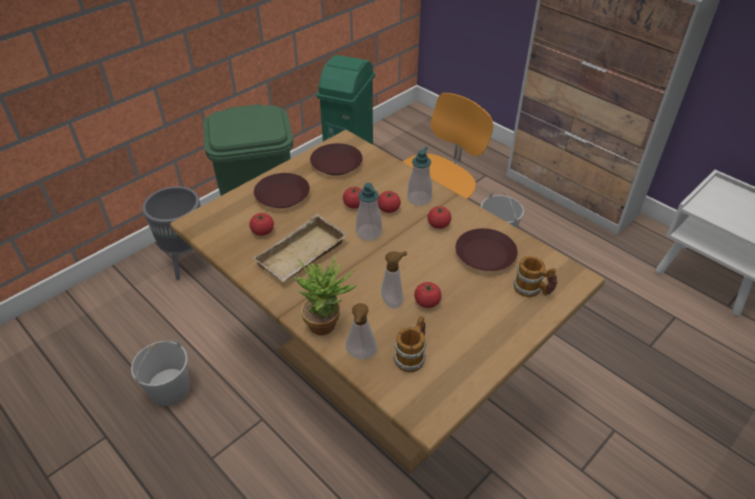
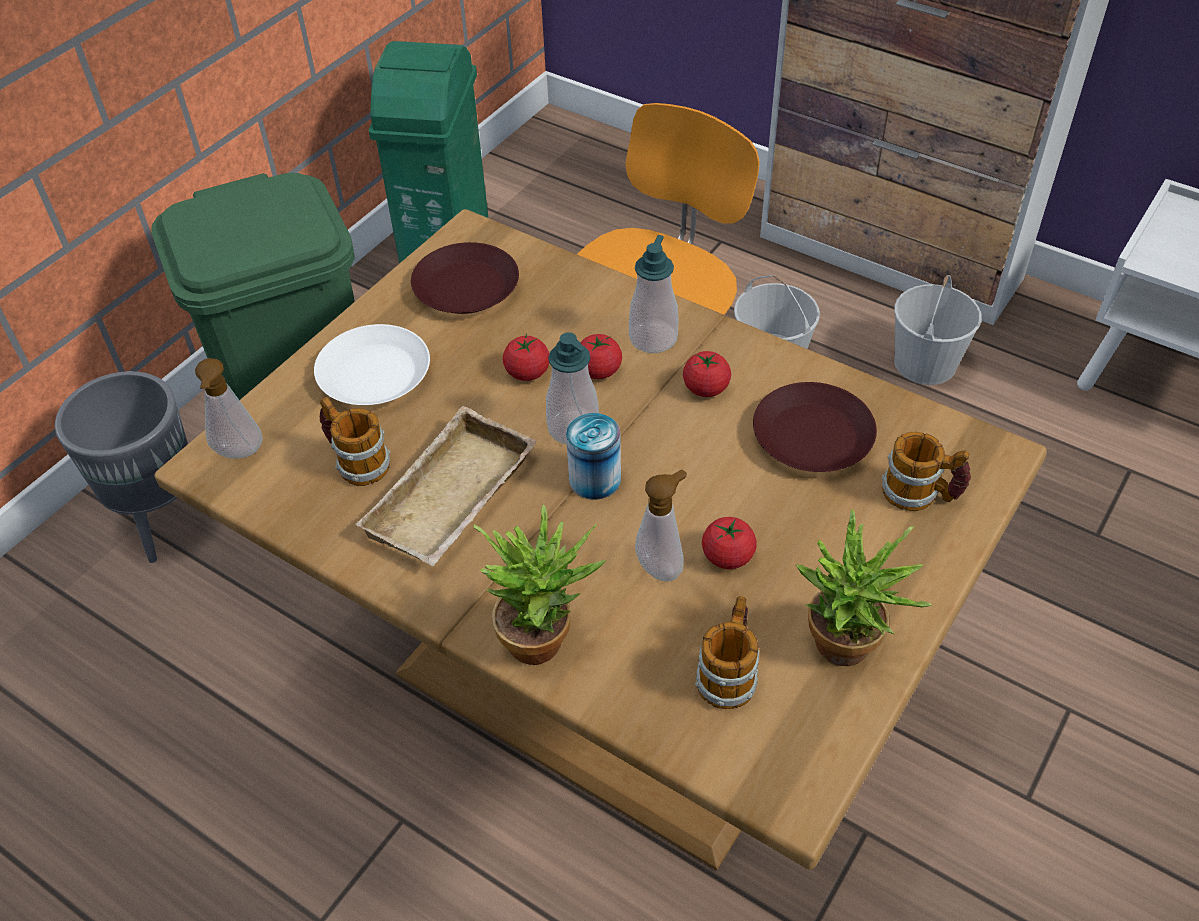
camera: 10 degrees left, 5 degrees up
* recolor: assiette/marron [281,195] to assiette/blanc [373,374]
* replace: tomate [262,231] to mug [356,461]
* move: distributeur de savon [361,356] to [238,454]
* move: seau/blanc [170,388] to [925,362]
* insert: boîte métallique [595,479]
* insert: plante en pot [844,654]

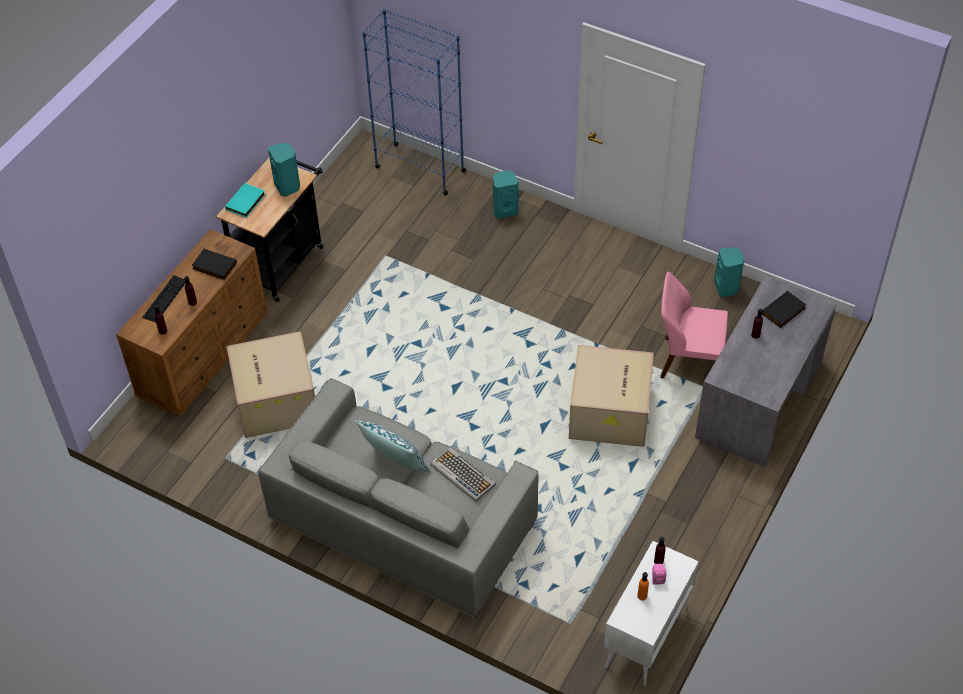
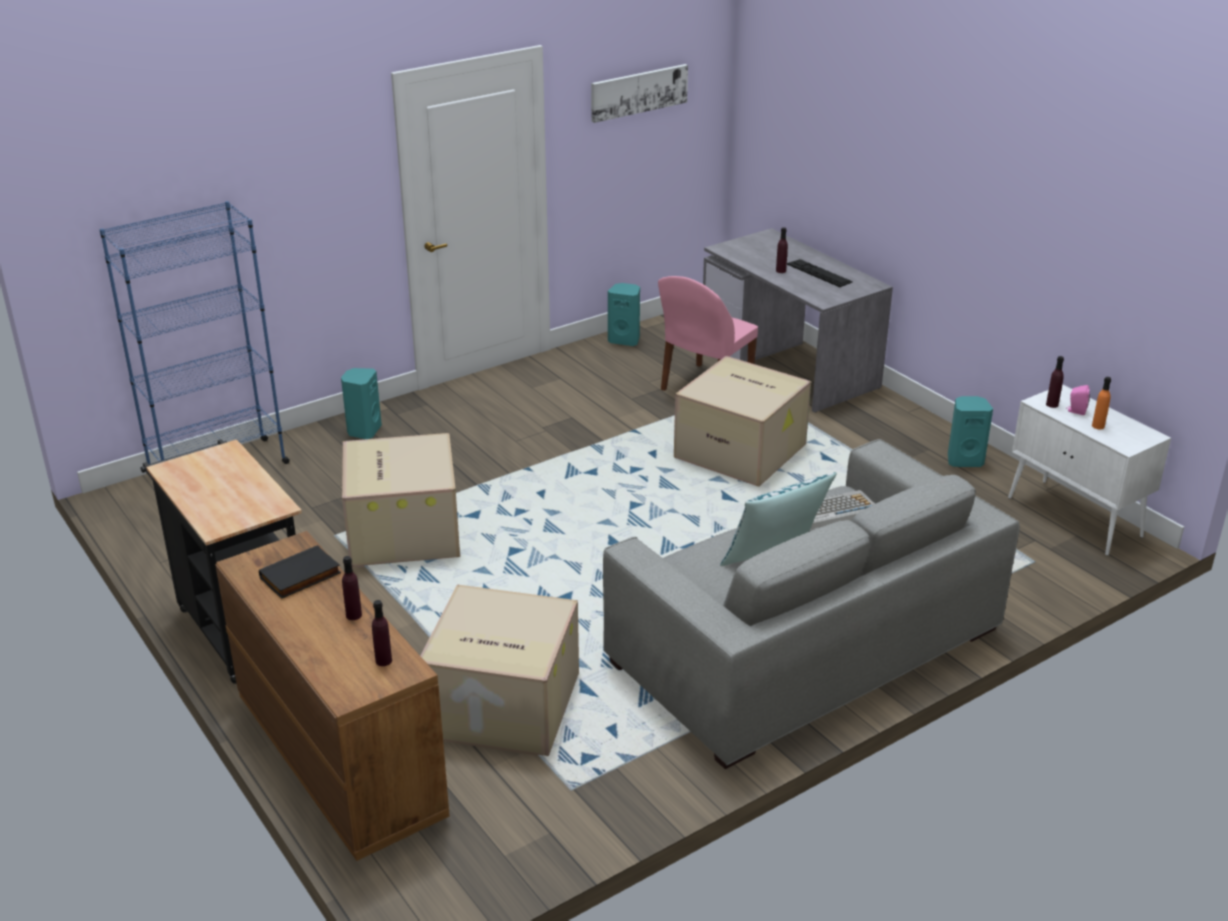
camera: 65 degrees left, 20 degrees down
* move: enceinte/turquoise [288,186] to [964,460]
* delete: livre/turquoise [246,202]
* move: clavier [165,299] to [819,273]
* delete: livre/noir [784,311]
* insert: tableau [638,92]
* insert: carton [402,531]

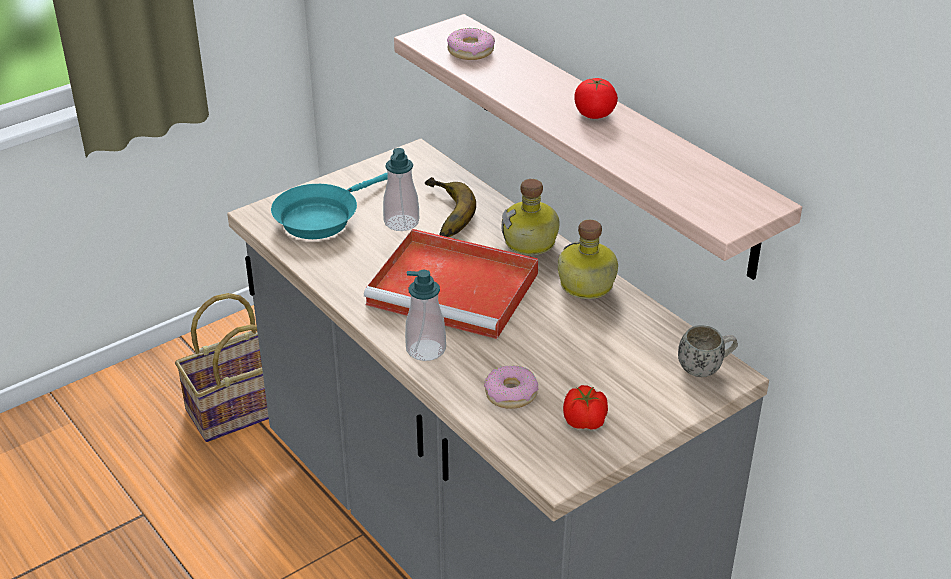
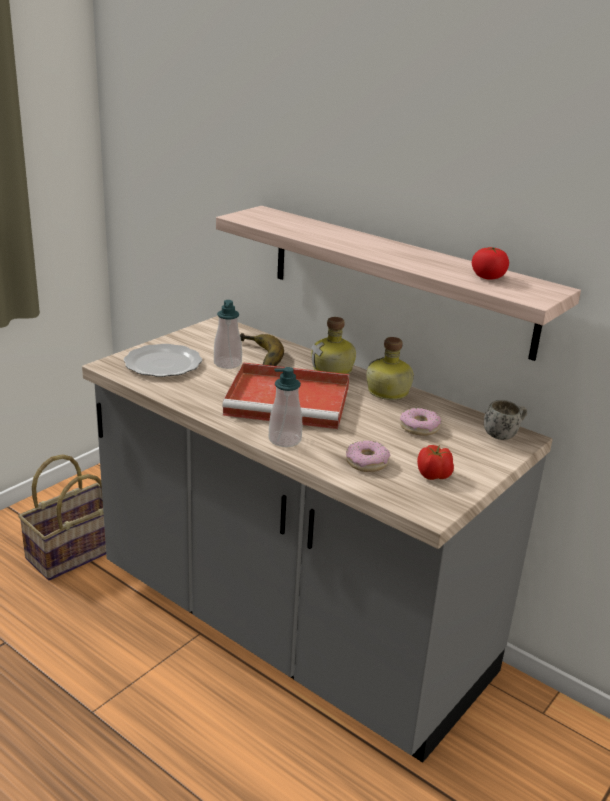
camera: 15 degrees left, 10 degrees down
* move: beignet [470,51] to [419,427]
* move: tomate [594,114] to [488,277]
* replace: poêle/turquoise [321,217] to assiette [162,364]

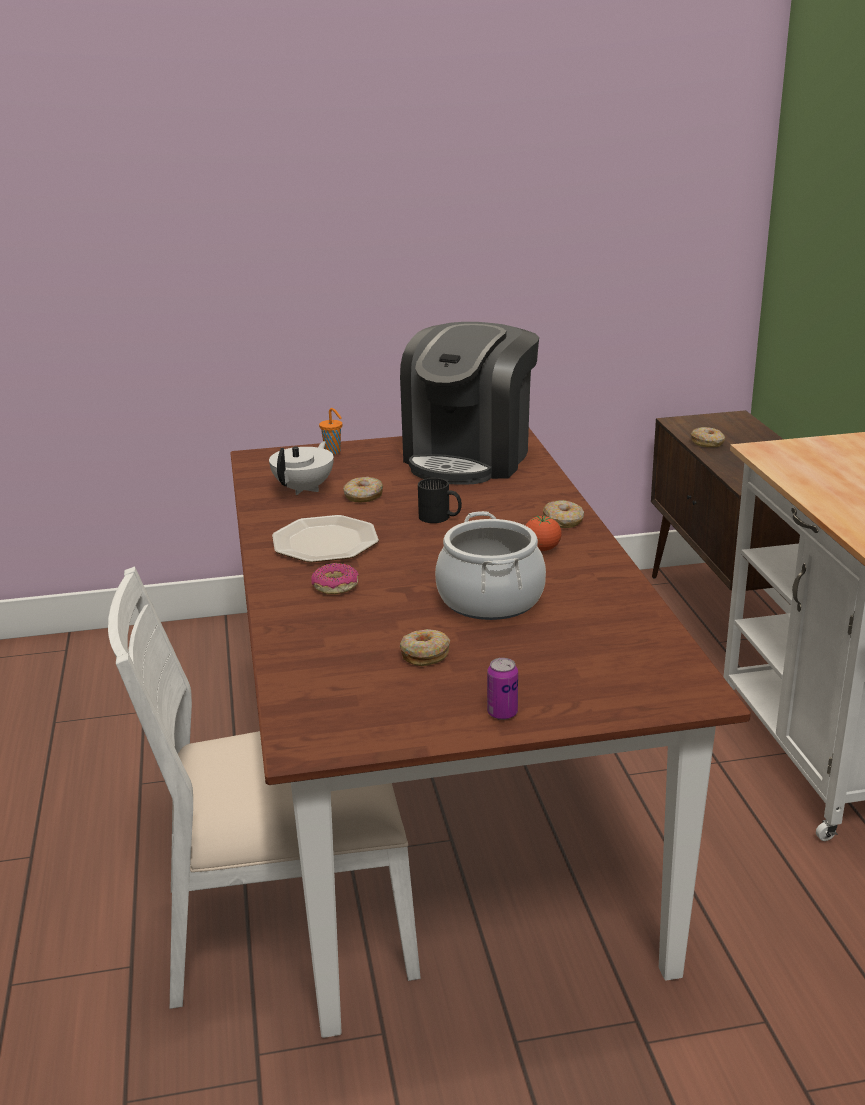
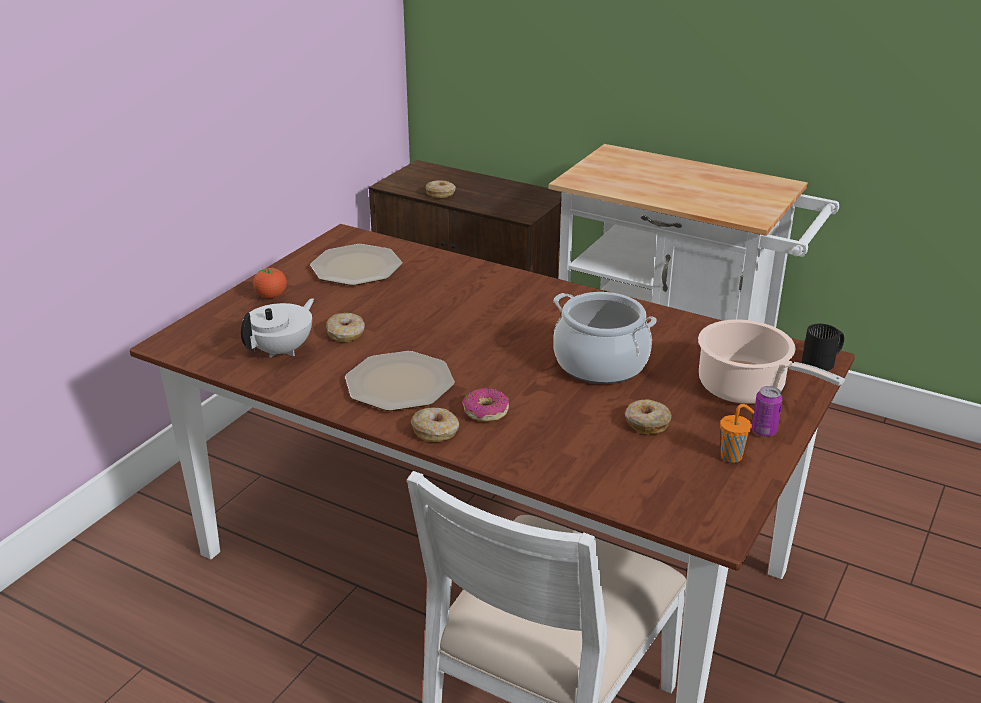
camera: 50 degrees left, 5 degrees up
* replace: machine à café [469,458] to assiette [357,267]
* move: tasse/orange [333,452] to [732,456]
* rotate: théière/blanc [304,489] = [282,350] 60 degrees clockwise
* move: mug/noir [439,518] to [823,362]
* move: beignet [563,521] to [436,431]
* move: tomate [542,549] to [271,296]
* insert: marmite [746,388]

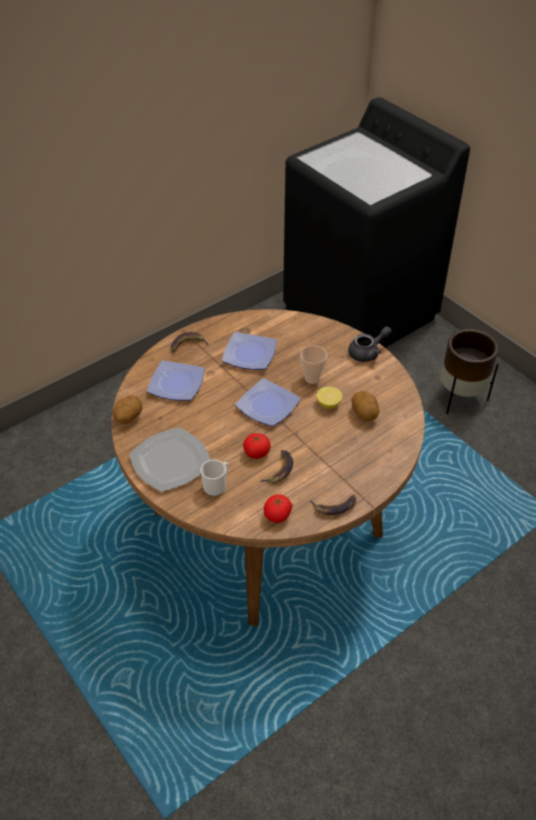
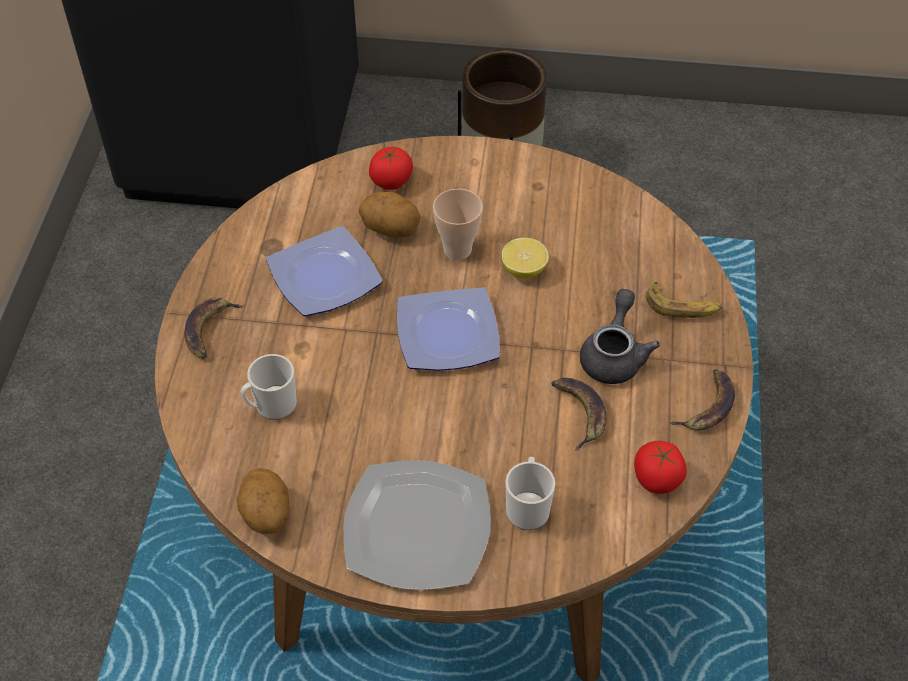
camera: 45 degrees left, 5 degrees up
* move: théière/gris [368,352] to [614,355]
* replace: assiette [175,384] to mug [271,406]
* move: pomme de terre [364,414] to [391,229]
* move: tomate [257,453] to [391,181]
* insert: banane [682,307]

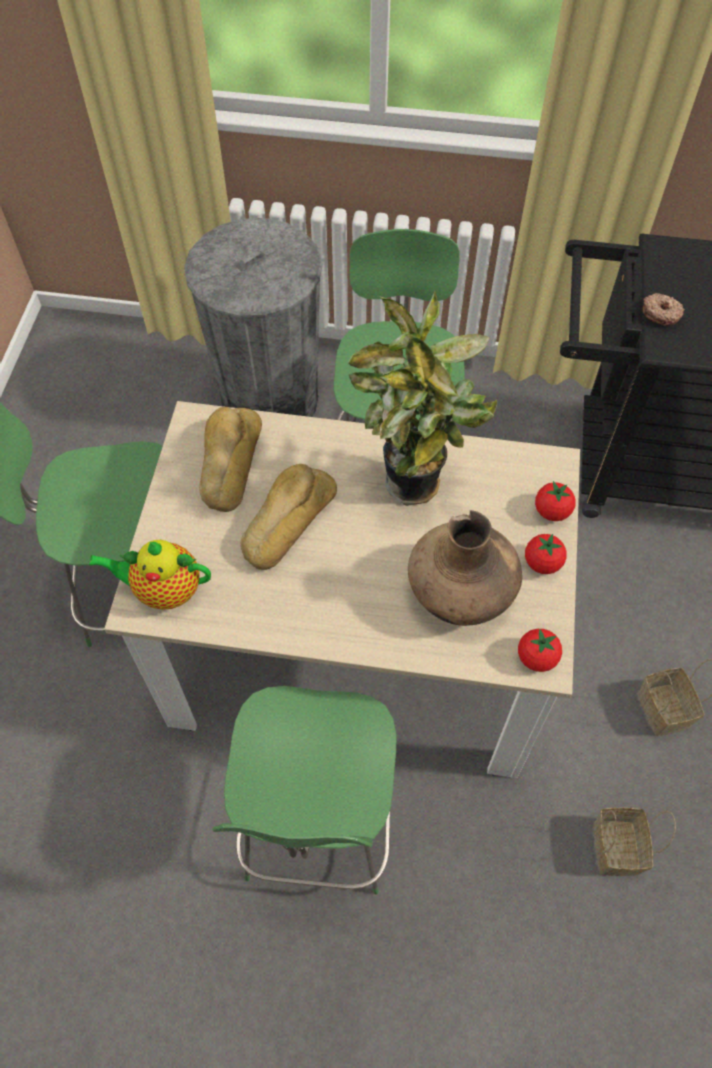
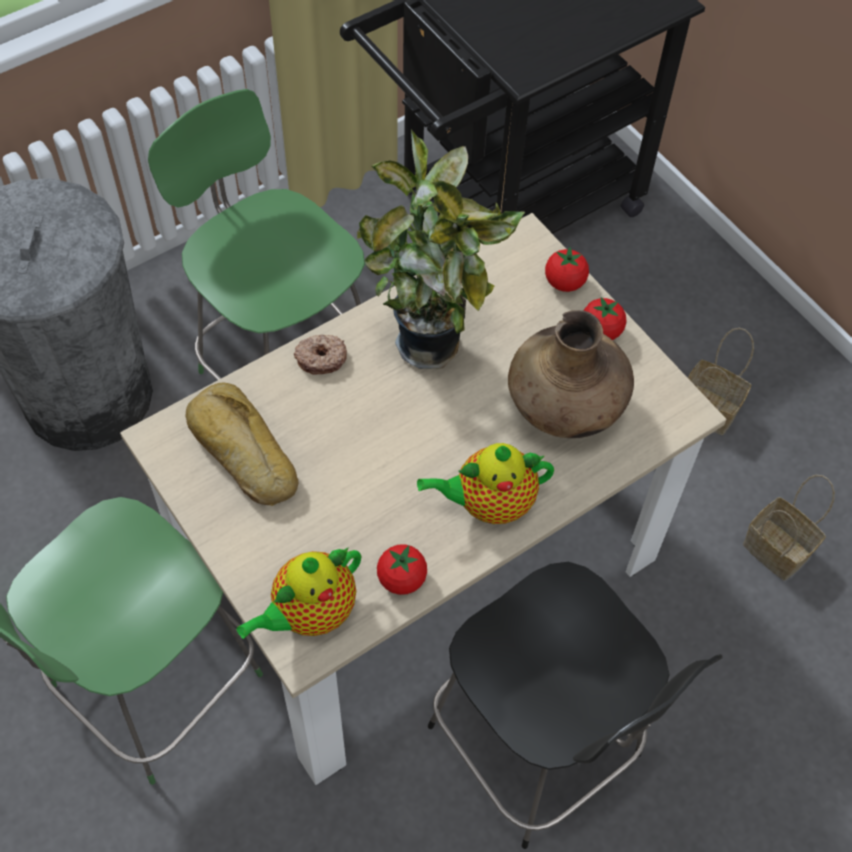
camera: 45 degrees left, 0 degrees up
* move: beignet [661,313] to [321,358]
* delete: pain [286,521]
* move: tomate [536,658] to [401,579]
* recolor: chaise/vert [317,827] to chaise/noir [539,747]
* insert: théière [489,503]

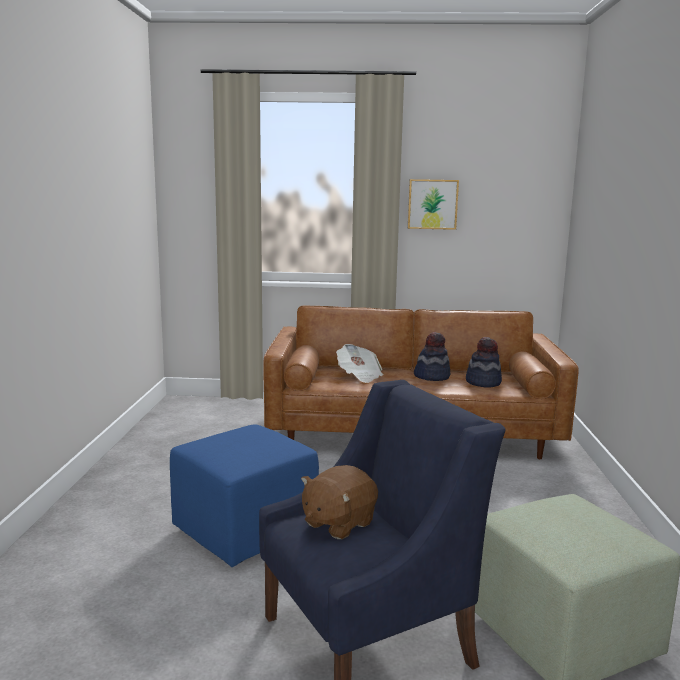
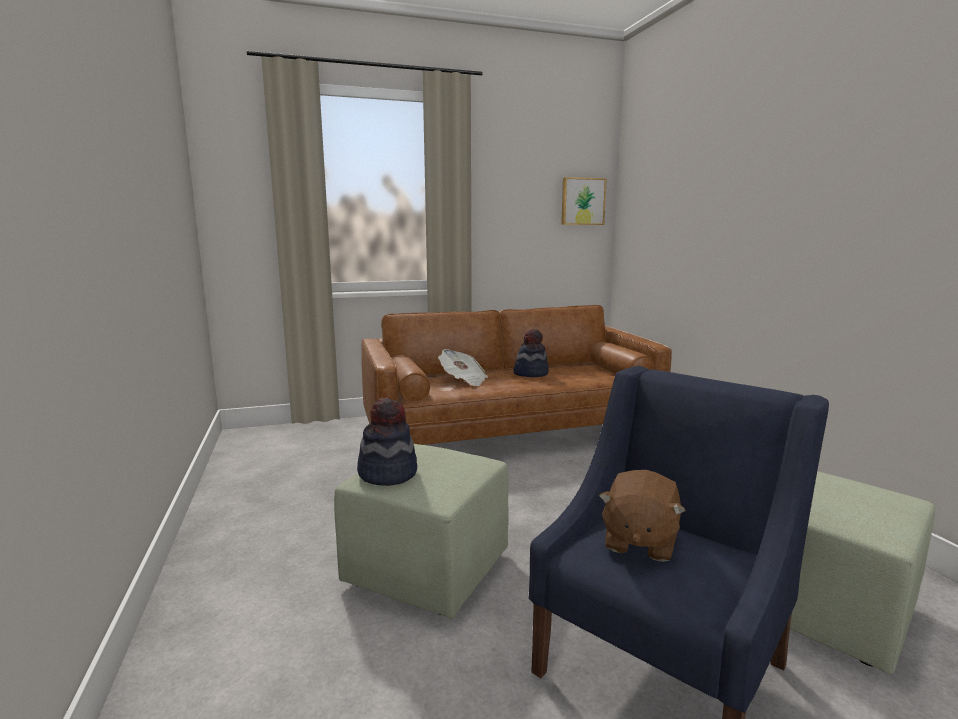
camera: 20 degrees left, 0 degrees up
* move: tableau [432,204] to [582,201]
* move: chapeau [483,382] to [387,473]
* recolor: pouf/bleu [246,531] to pouf/vert [427,568]

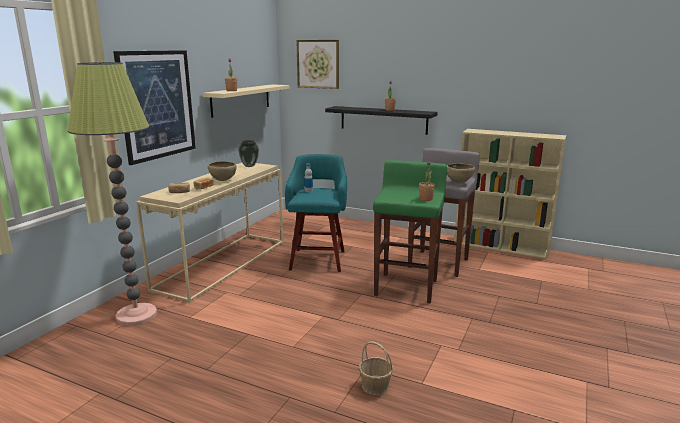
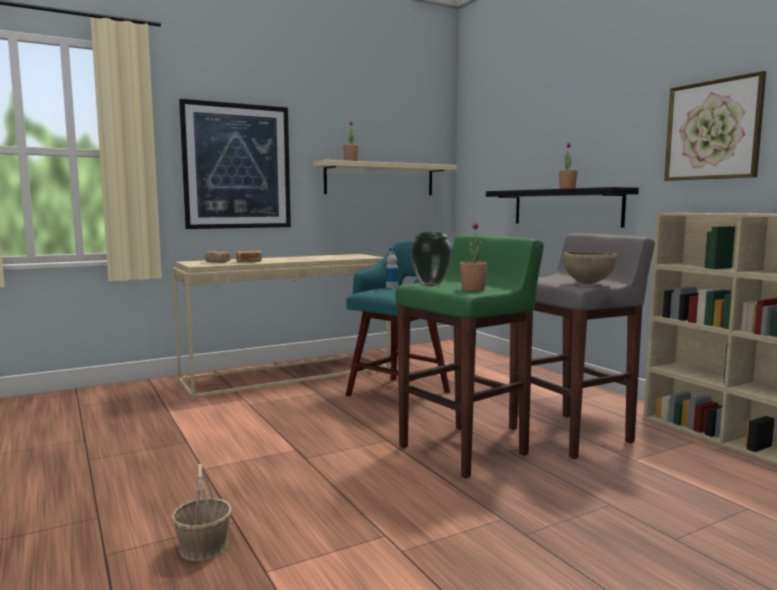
camera: 35 degrees right, 10 degrees down
* move: tableau [318,64] to [713,130]
* delete: lampadaire [136,315]
* move: vase [250,166] to [431,285]
* delete: bol/marron [223,180]

